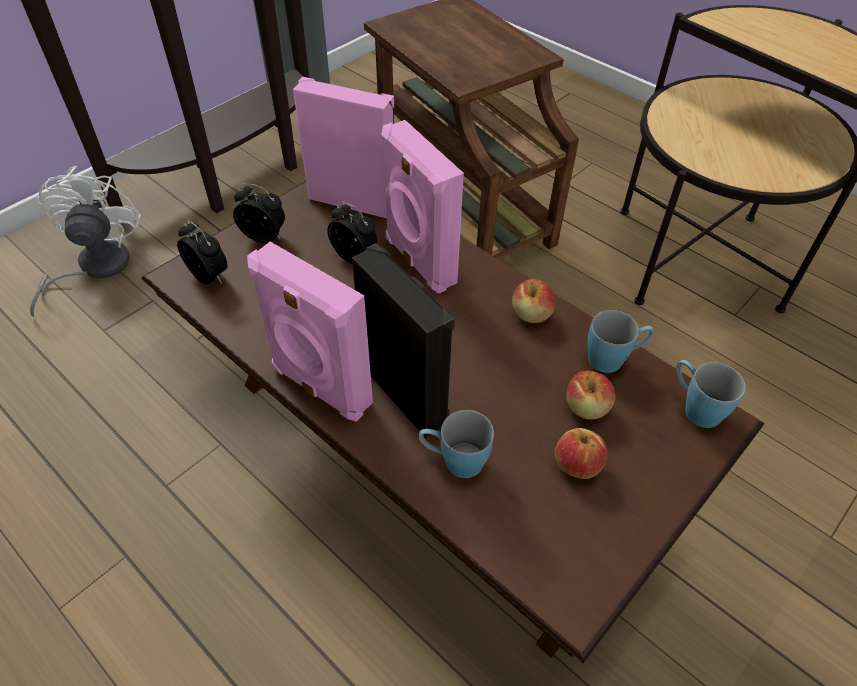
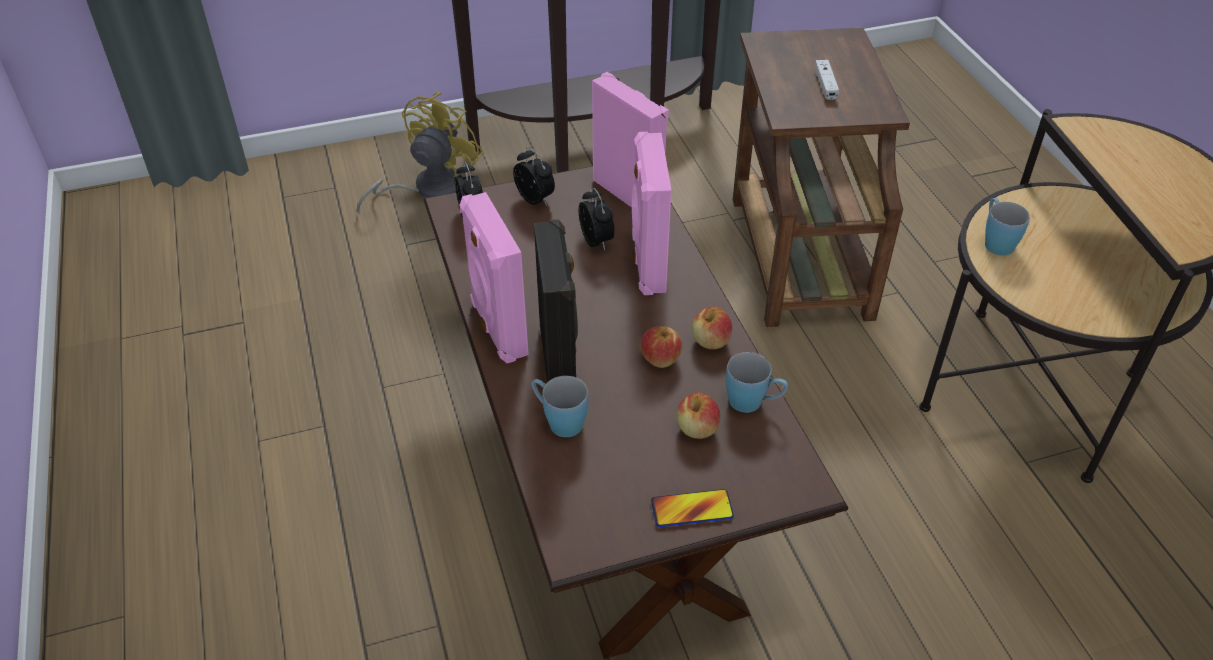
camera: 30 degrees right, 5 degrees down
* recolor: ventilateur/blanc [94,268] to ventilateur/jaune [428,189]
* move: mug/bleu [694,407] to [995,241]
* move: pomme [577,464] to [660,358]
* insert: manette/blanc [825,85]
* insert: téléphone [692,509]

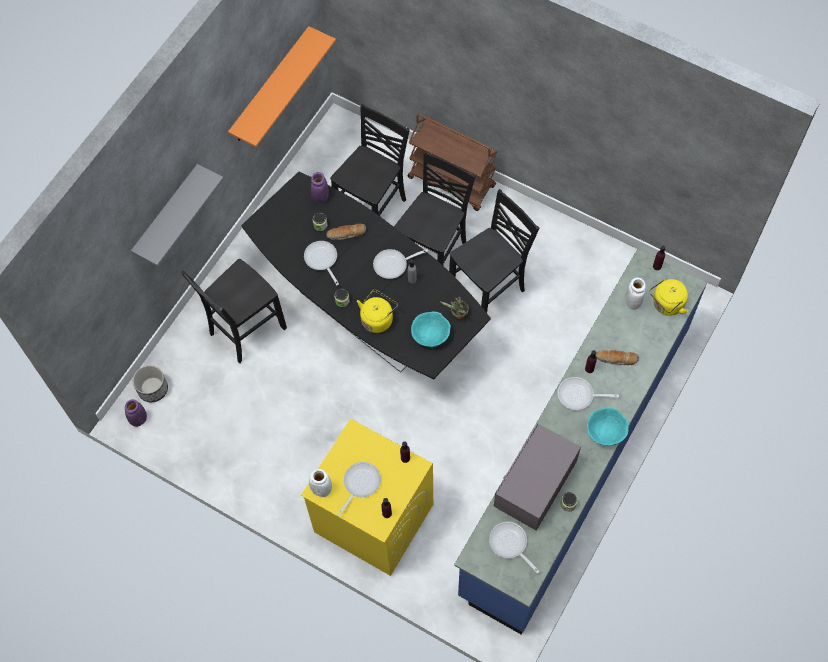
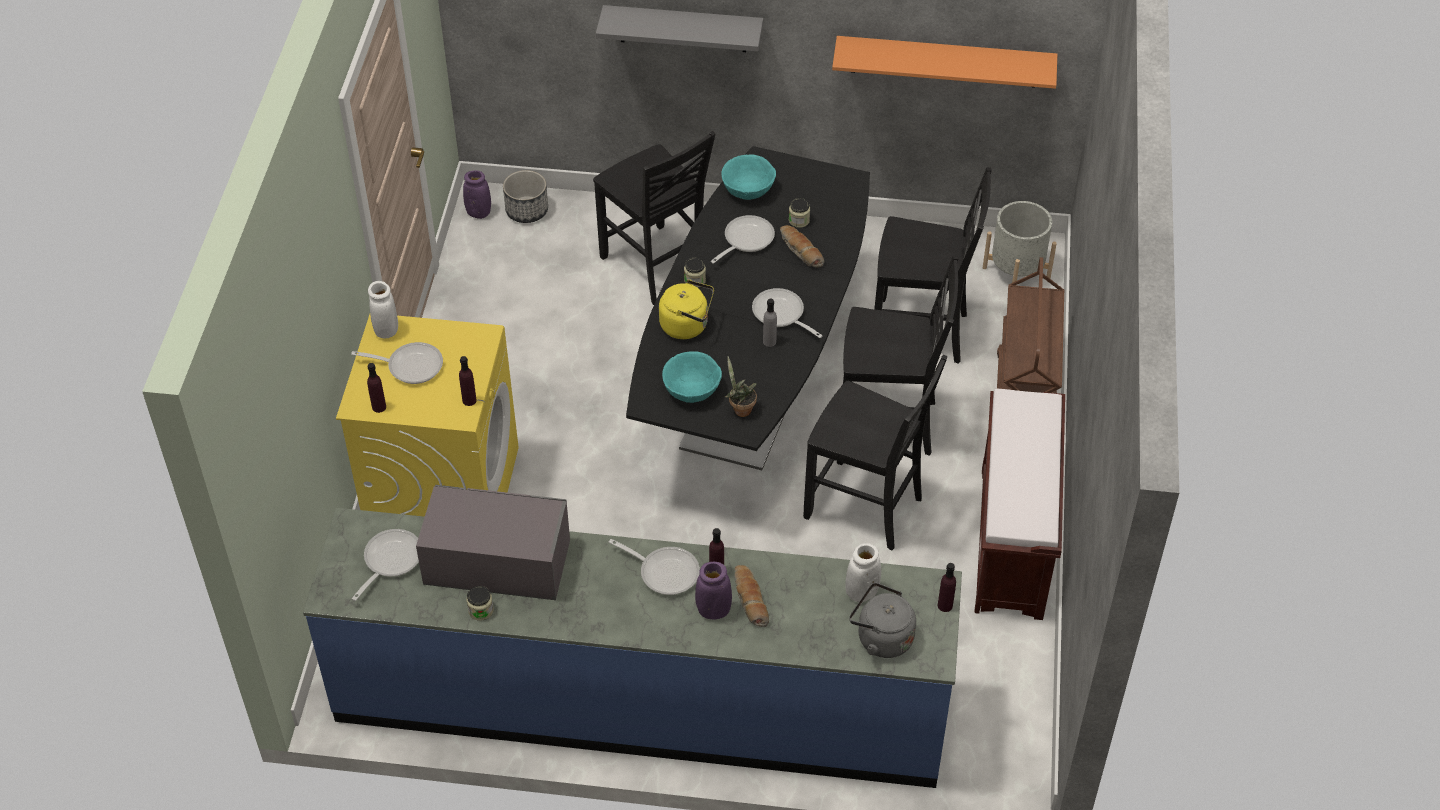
camera: 65 degrees right, 15 degrees down
* move: vase/violet [321,197] to [713,610]
* rotate: chaise/noir [245,331] = [656,267] 150 degrees counterclockwise
* recolor: bouilloire/jaune [666,305] to bouilloire/gris [881,638]
* rotate: poêle [579,395] = [664,571] 135 degrees clockwise
* move: bol/turquoise [606,432] to [747,189]
* insert: cache-pot/gris [1016,272]
* insert: banc/marron [1012,543]

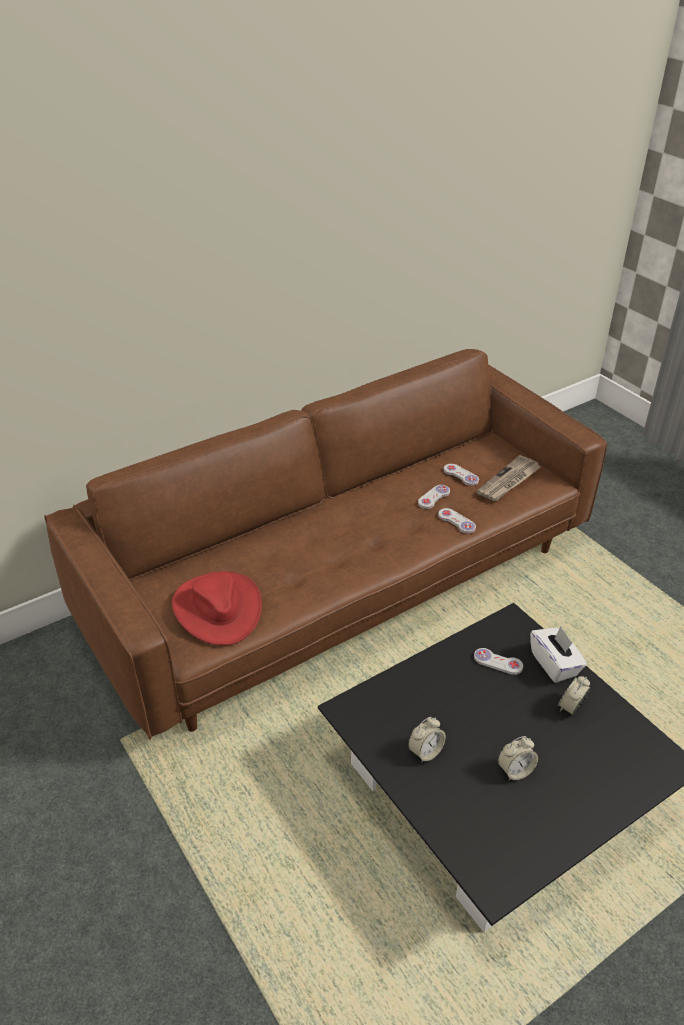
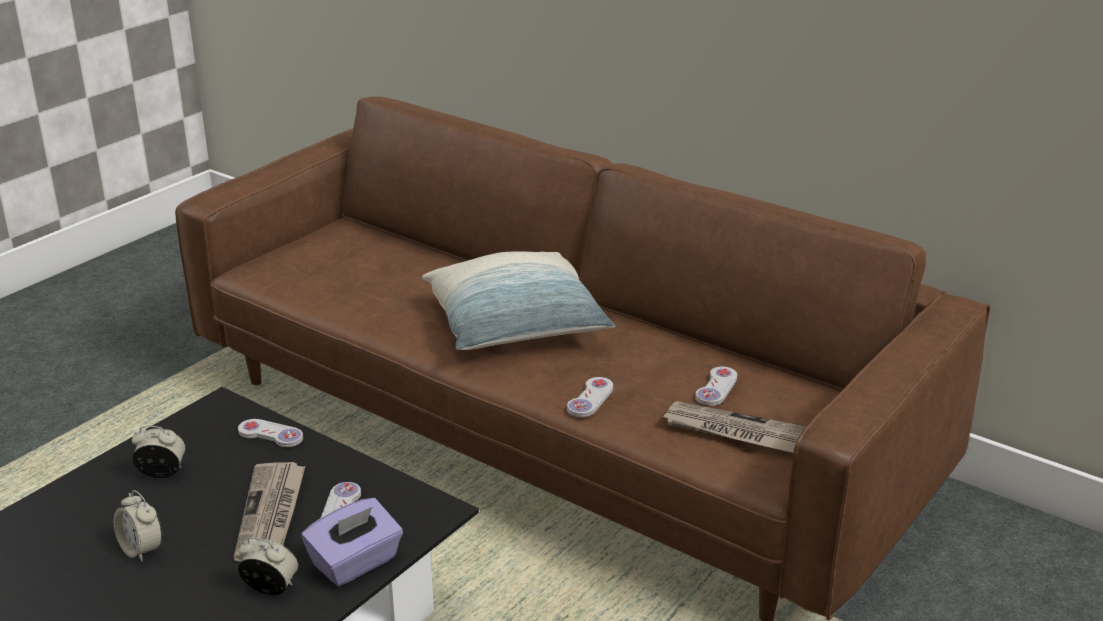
camera: 70 degrees right, 10 degrees down
* move: manette/blanc [433,497] to [270,435]
* delete: chapeau/rouge [217,608]
* recolor: boîte à mouchoirs/blanc [554,664] to boîte à mouchoirs/violet [355,563]
* rotate: réveil [425,752] = [162,473] 150 degrees clockwise
* insert: coussin [517,327]
* insert: journal [271,514]

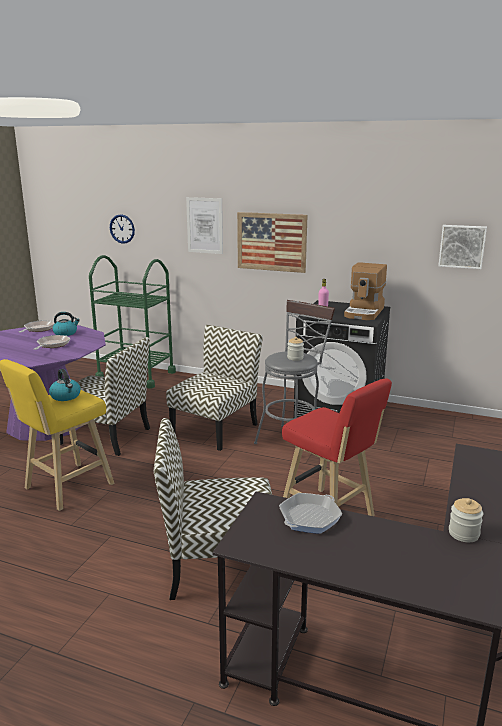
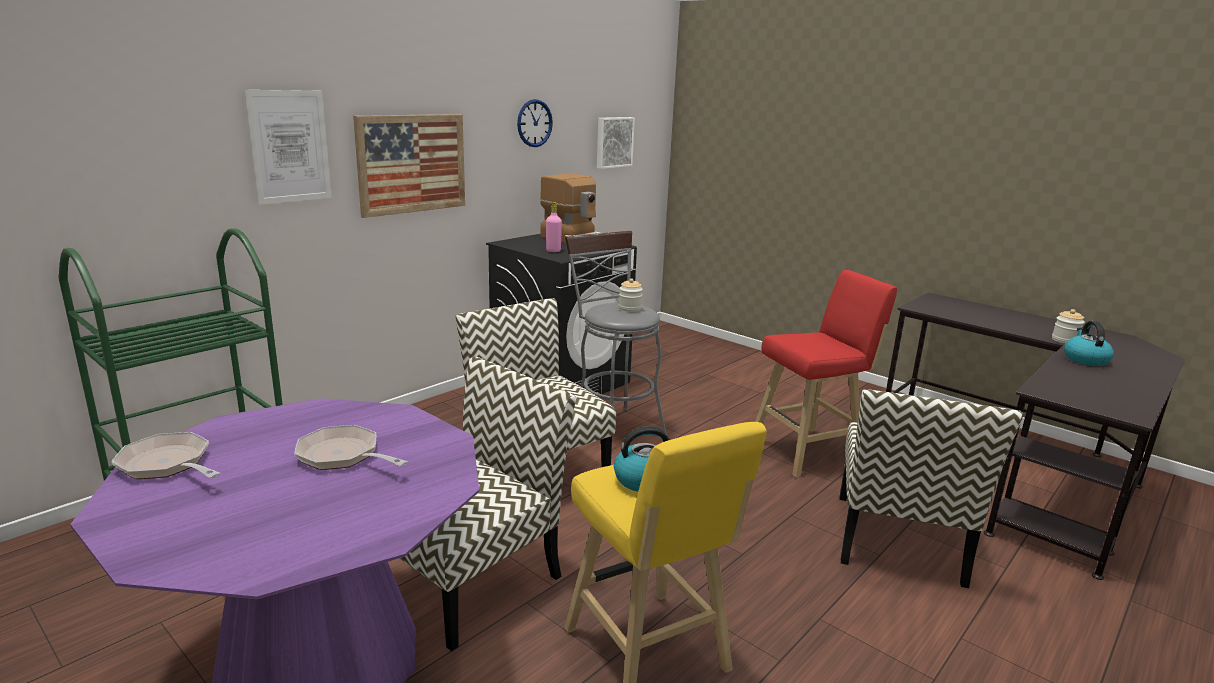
camera: 70 degrees left, 0 degrees up
* move: horloge murale [122,229] to [534,123]
* move: bouilloire [66,333] to [1085,359]
* delete: poêle [309,518]

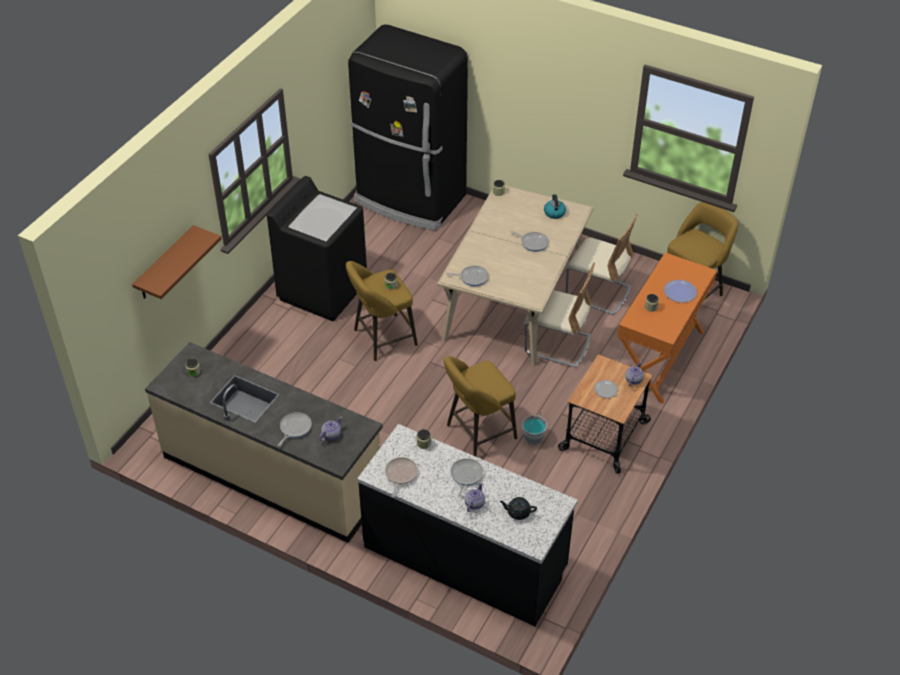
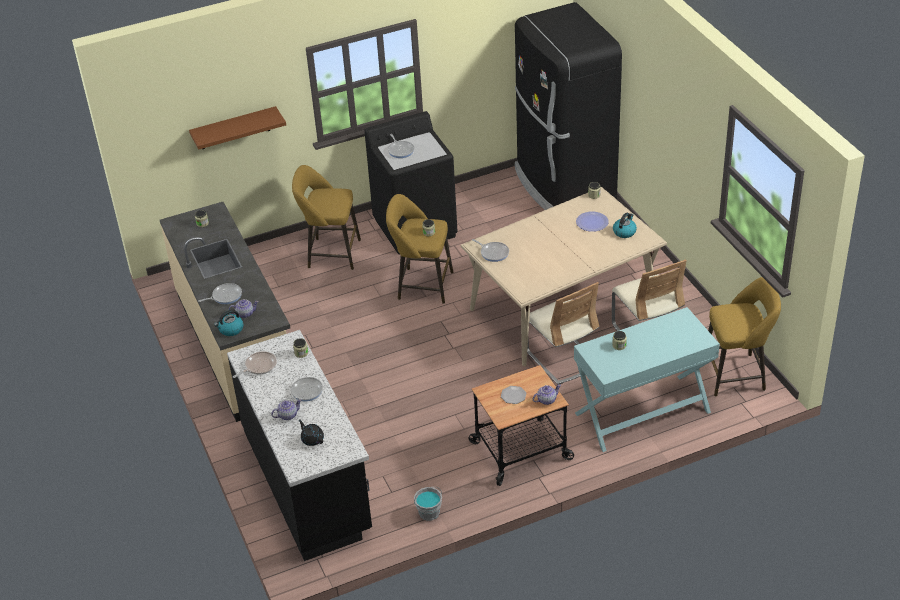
camera: 40 degrees right, 5 degrees down
* move: poêle [533,243] to [400,150]
* recolor: table console/orange [659,357] to table console/turquoise [642,413]
* move: assiette [680,292] to [592,222]
* move: tabouret/jaune [478,433] to [330,254]
* move: seau/gris [533,438] to [429,512]
* insert: bouilloire [231,329]

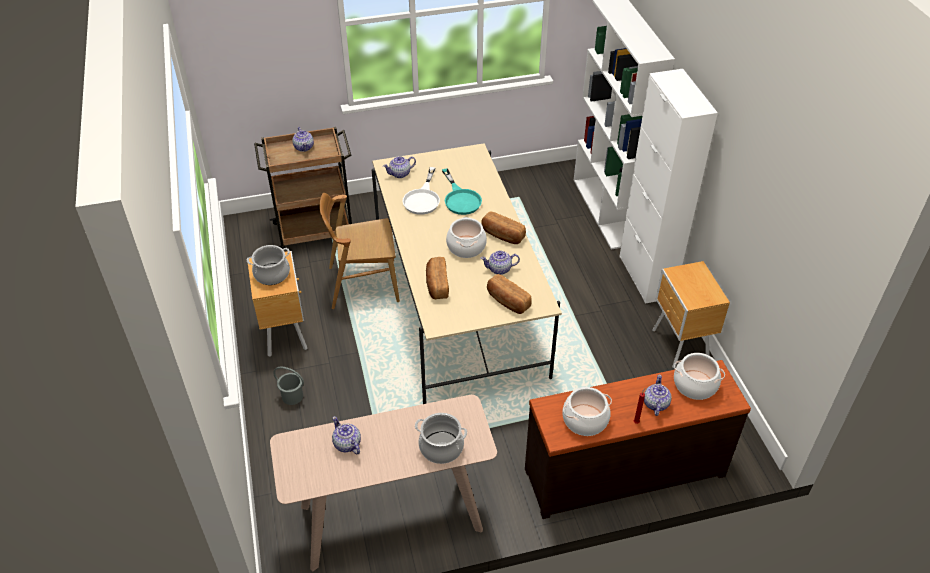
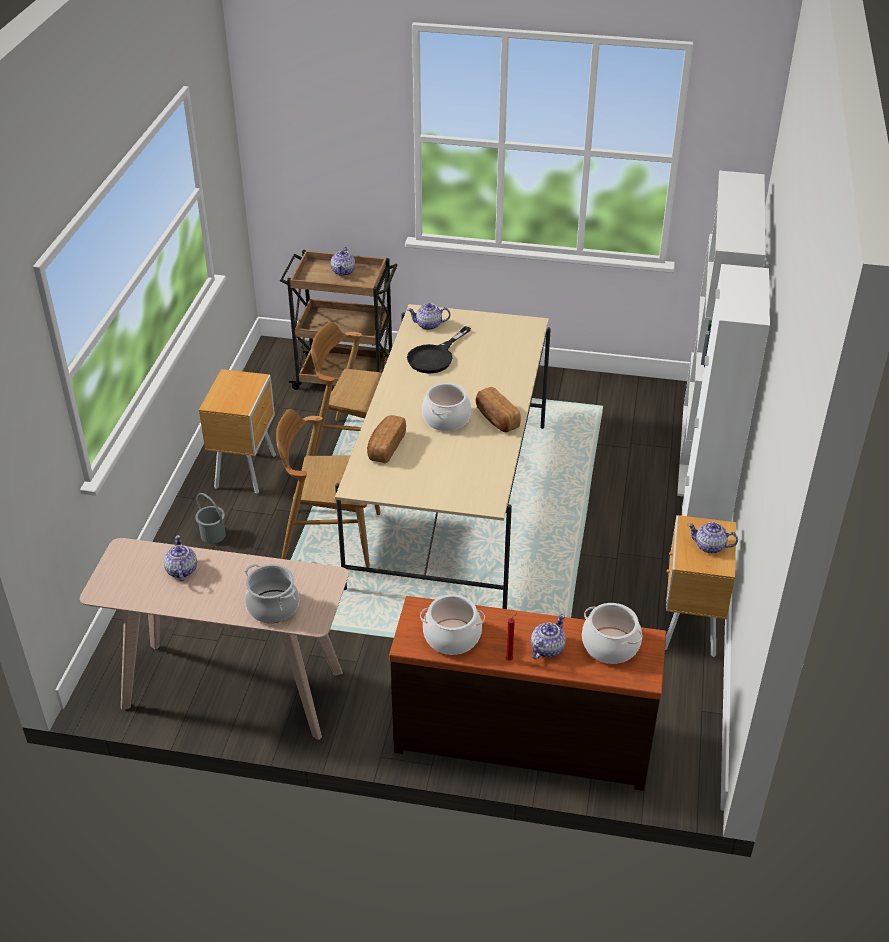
camera: 25 degrees right, 5 degrees down
* recolor: poêle/blanc [423,198] to poêle/noir [435,357]
* delete: poêle/turquoise [460,199]
* delete: marmite [272,274]
* move: théière [500,269] to [710,546]
* delete: pain [507,301]
* insert: chaise/marron [331,537]

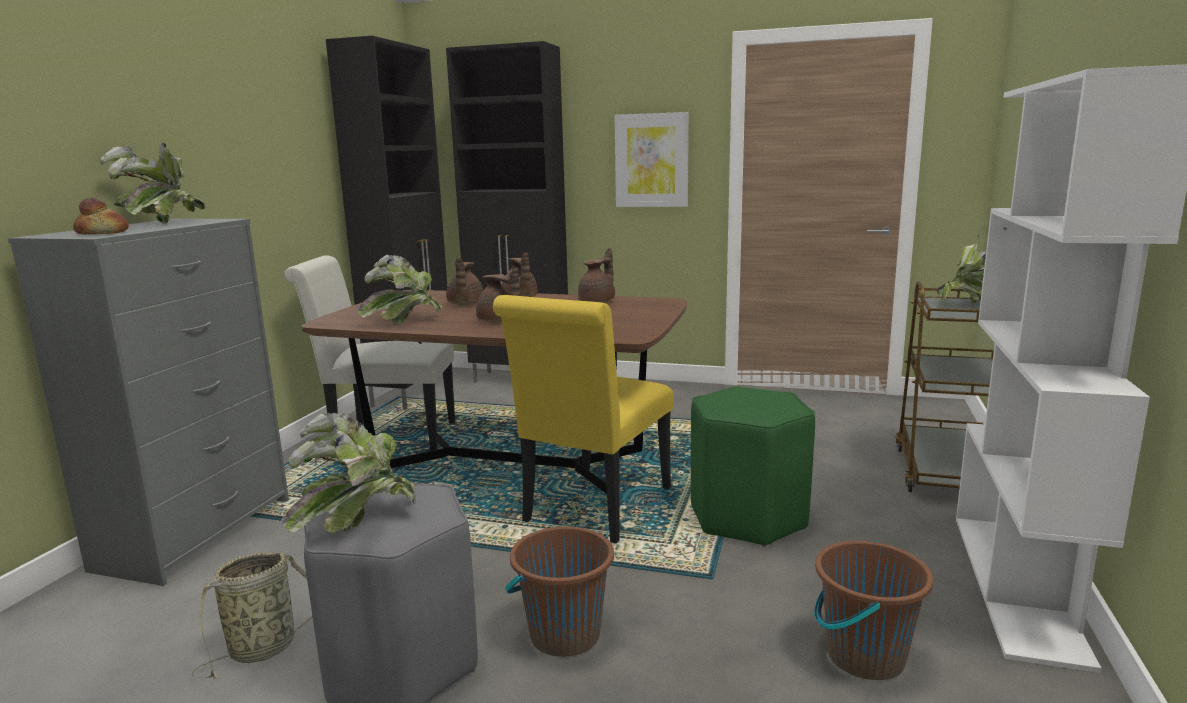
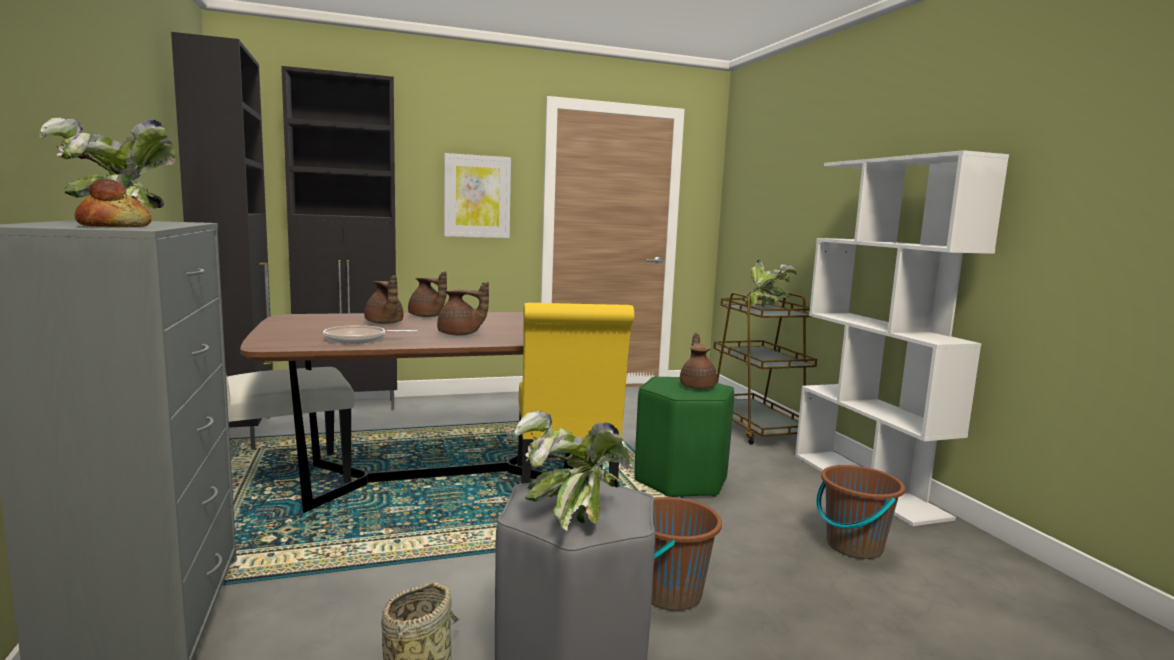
camera: 35 degrees left, 5 degrees down
* move: théière/marron [598,301] to [697,386]
* replace: plante en pot [403,321] to poêle [359,339]

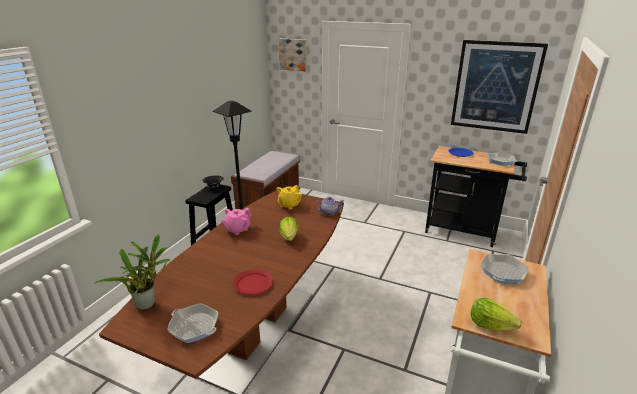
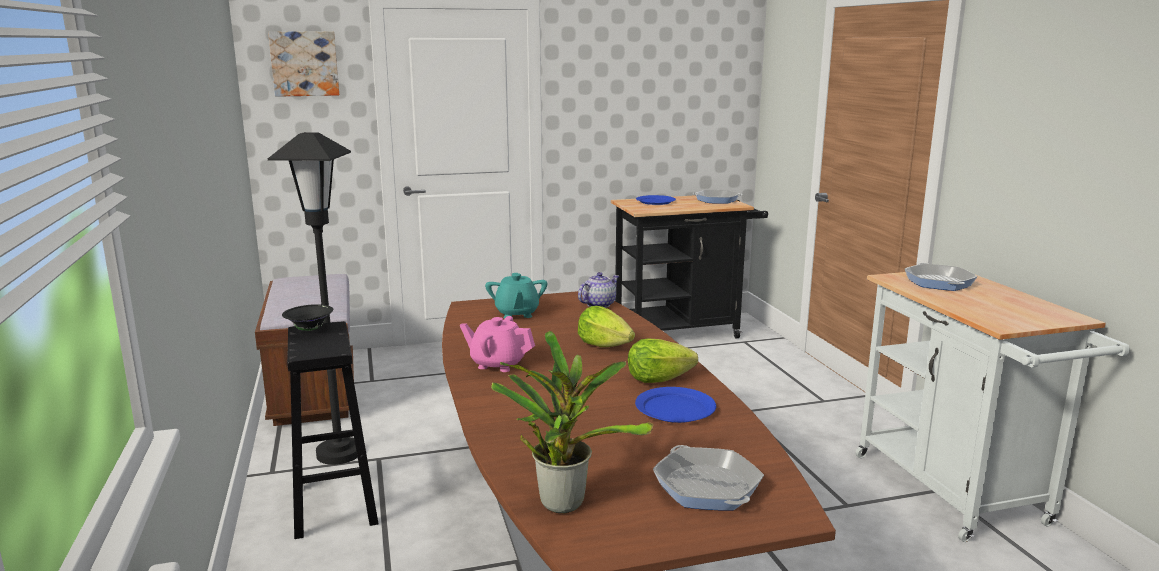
camera: 40 degrees left, 10 degrees down
* delete: tableau [495,87]
* recolor: théière/jaune [289,205] to théière/turquoise [517,313]
* rotate: théière/rose [237,229] = [498,364] 105 degrees clockwise
* recolor: assiette/rouge [253,283] to assiette/bleu [675,408]
* move: laitue [490,325] to [658,379]
* rotate: poêle [194,326] = [707,487] 105 degrees counterclockwise

